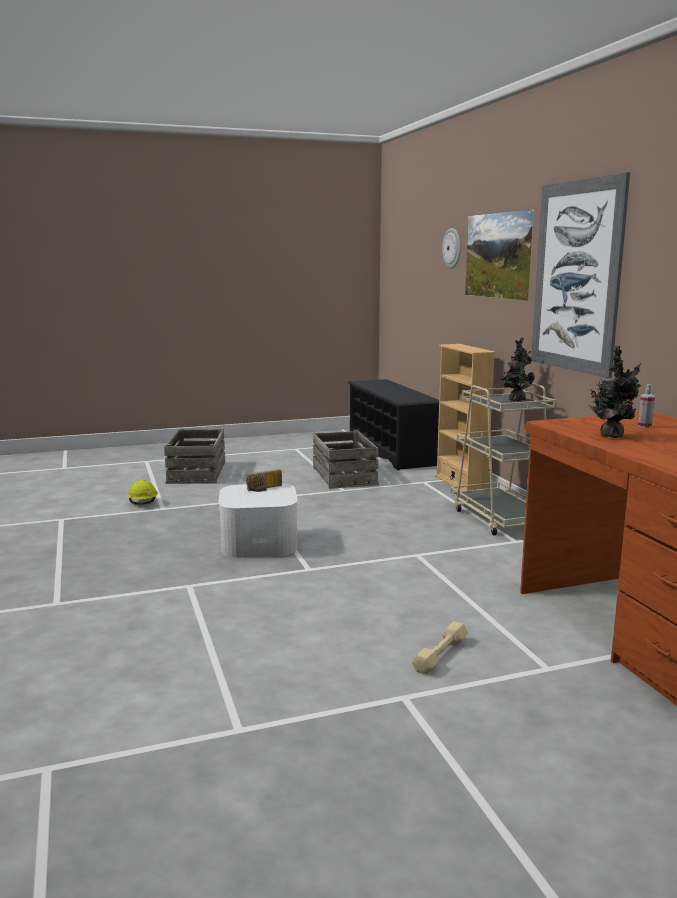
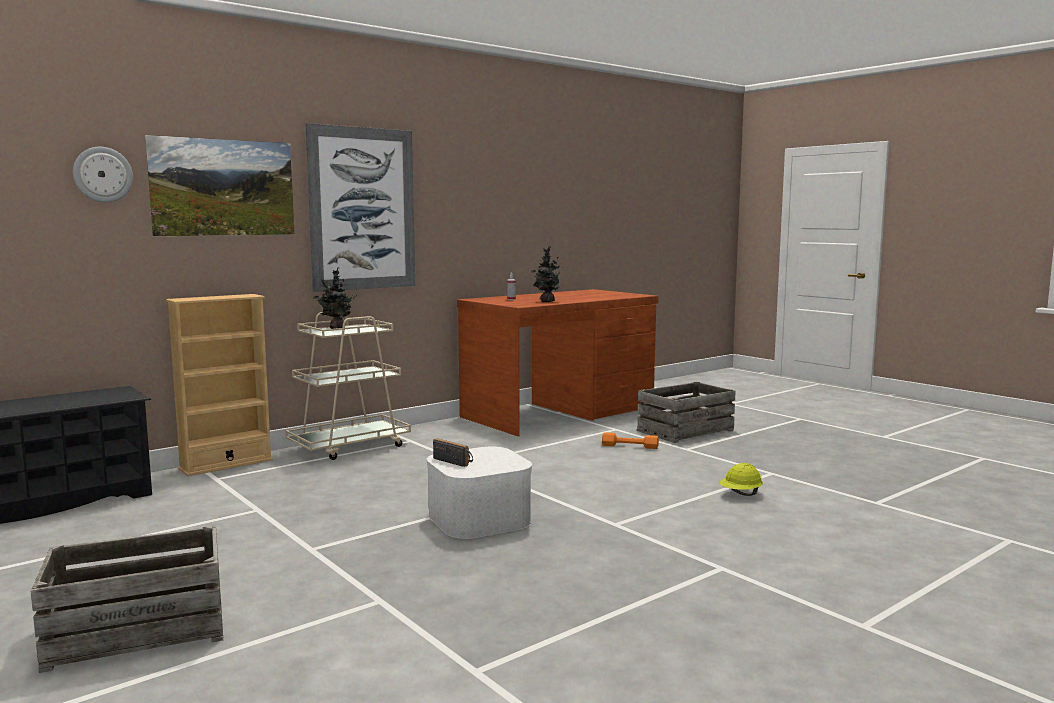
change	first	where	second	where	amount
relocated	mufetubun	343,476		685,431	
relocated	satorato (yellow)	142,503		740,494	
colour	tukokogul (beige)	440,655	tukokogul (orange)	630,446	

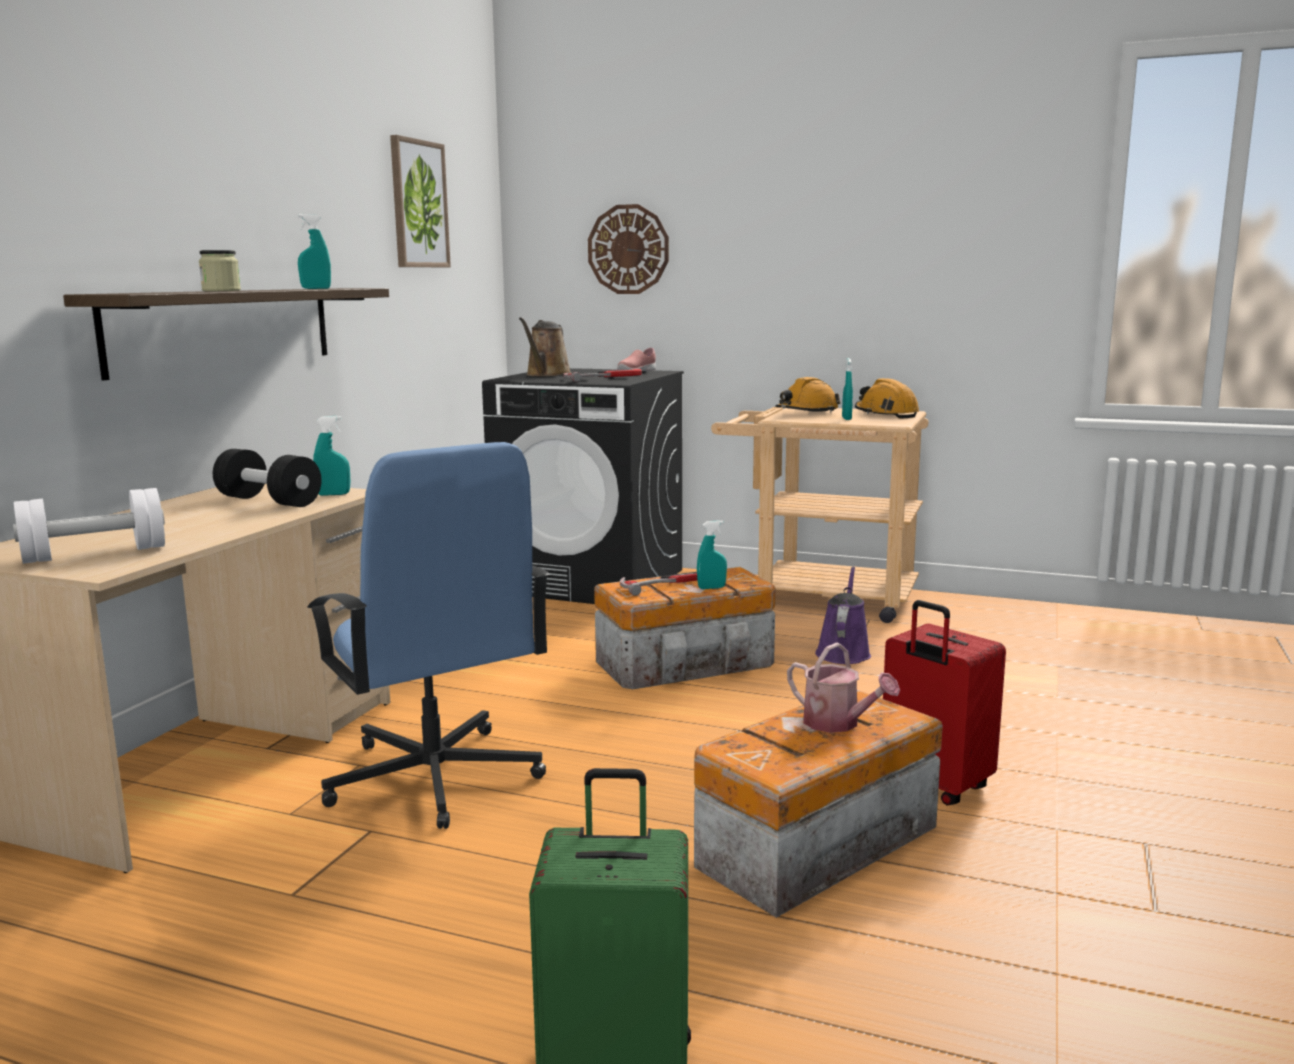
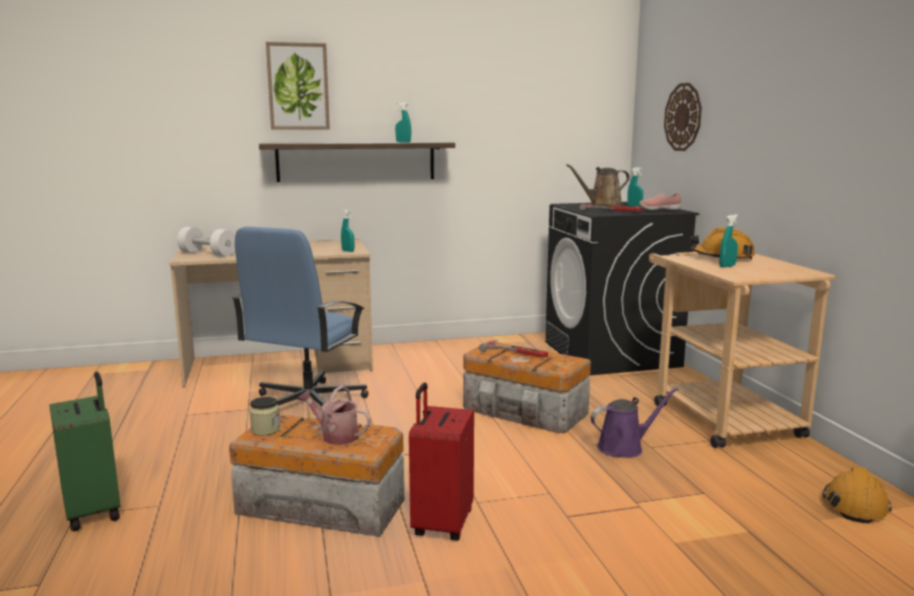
change	first	where	second	where	amount
relocated	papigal	418,204		298,86	
relocated	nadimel	221,290		265,430	
relocated	satorato (orange)	886,414		855,505	
missing	tukokogul (black)	269,501			
relocated	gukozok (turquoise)	711,588		634,206	
spun	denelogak	838,723		335,435	105 degrees clockwise

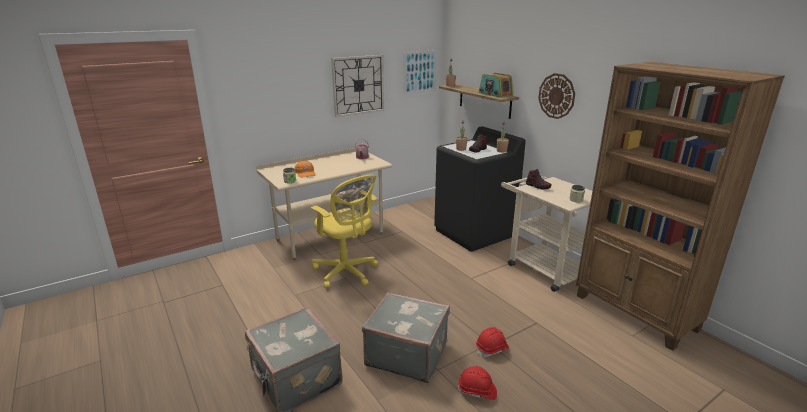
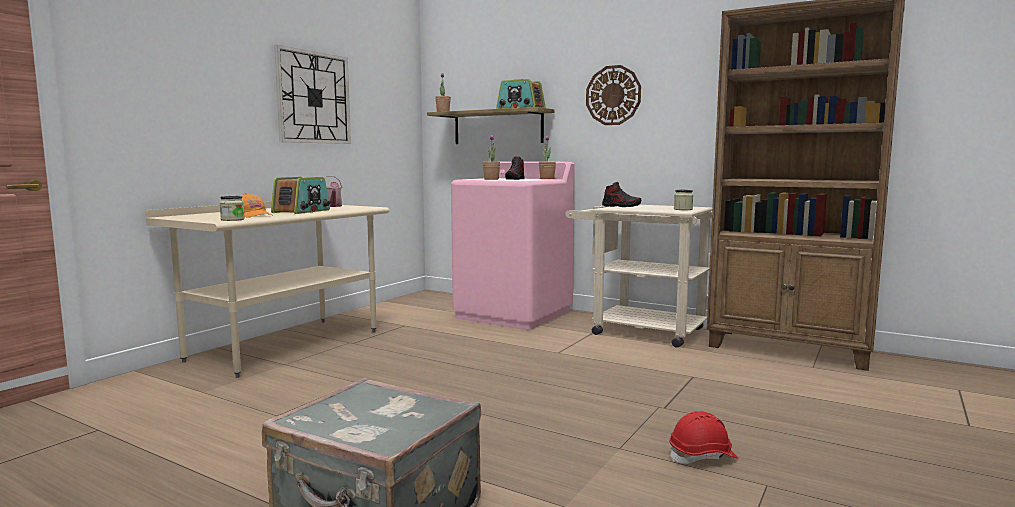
change	first	where	second	where	amount
missing	papigal	419,72			
colour	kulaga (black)	474,233	kulaga (pink)	514,314	
missing	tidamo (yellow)	346,273			
missing	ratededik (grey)	407,354			
missing	satorato (red)	492,349			
appeared			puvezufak	302,211	

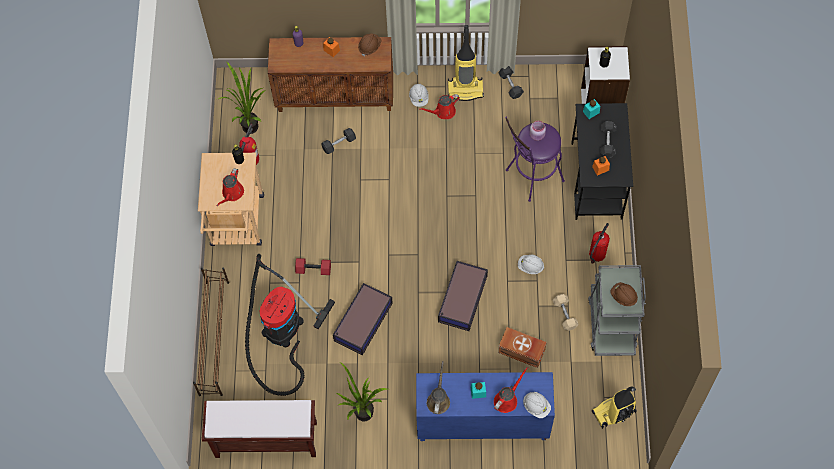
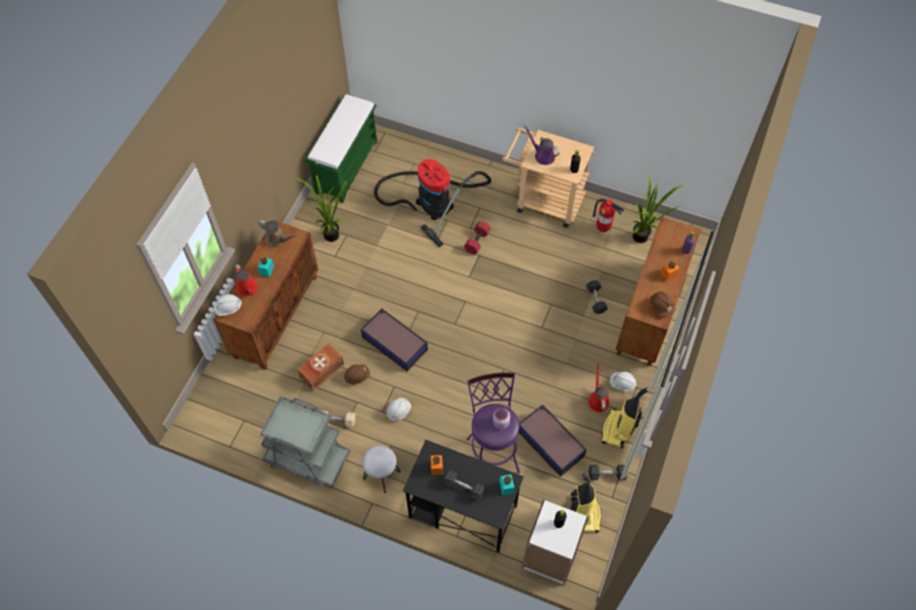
change	first	where	second	where	amount
colour	denelogak (red)	232,193	denelogak (purple)	543,155	
exchanged	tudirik	596,255	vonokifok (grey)	382,475	
missing	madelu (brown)	214,337			
relocated	satorato (brown)	623,297		357,377	
relocated	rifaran	362,322		550,442	
colour	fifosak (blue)	481,423	fifosak (brown)	276,316	
relocated	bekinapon	613,413		584,513	
colour	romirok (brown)	265,440	romirok (green)	346,166	

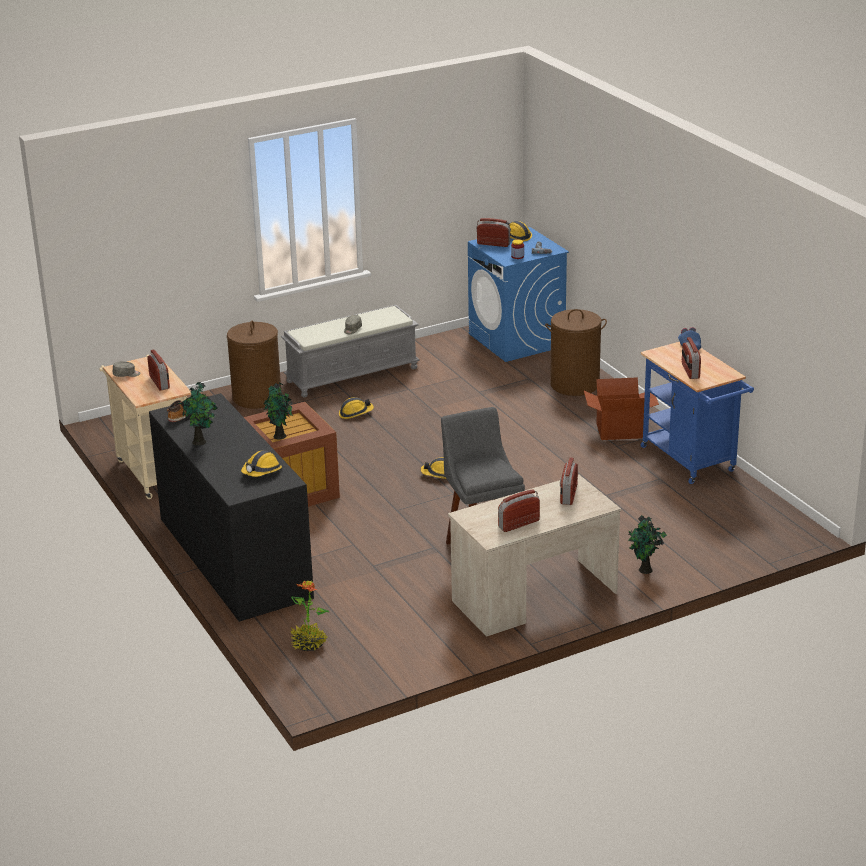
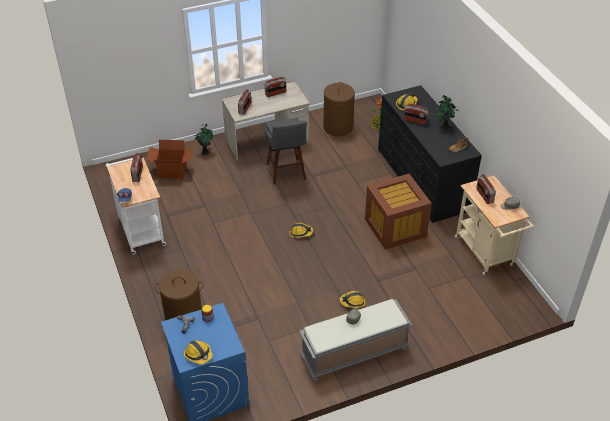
change	first	where	second	where	amount
relocated	puvezufak	493,244		415,121	
relocated	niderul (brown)	257,397		338,127	
colour	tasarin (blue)	691,461	tasarin (white)	140,229	
relocated	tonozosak	619,430		172,171	
missing	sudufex	280,436			

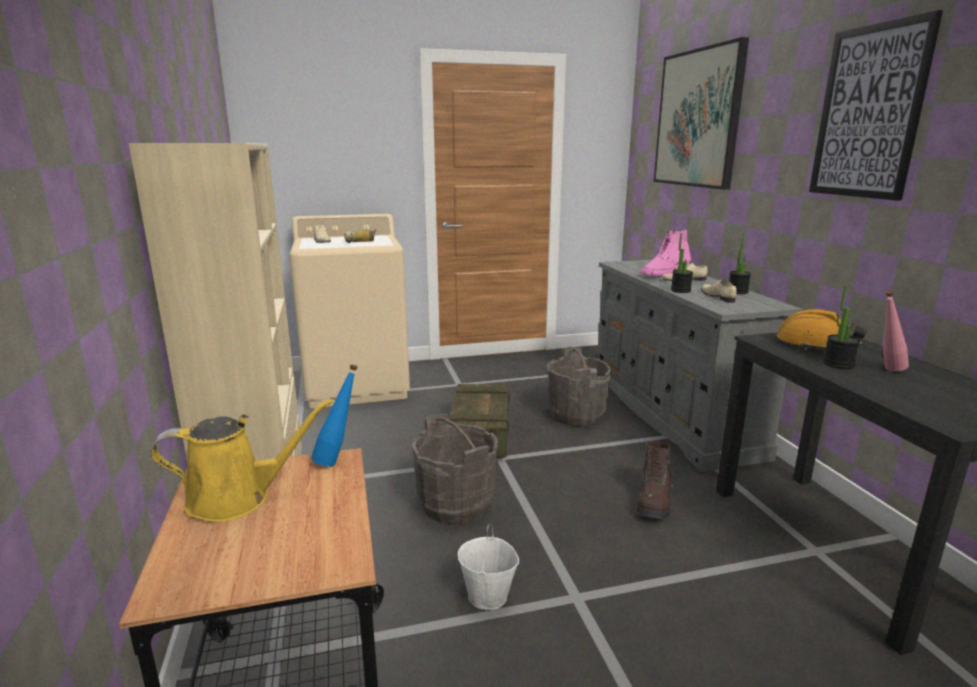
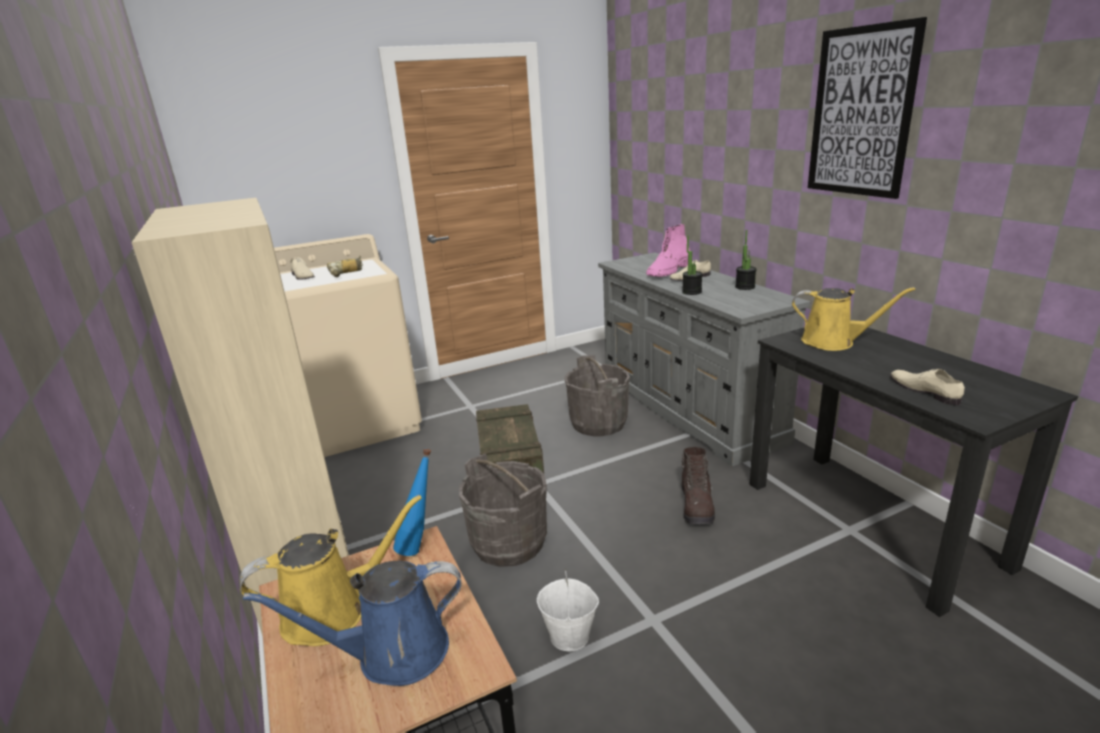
change	first	where	second	where	amount
missing	papigal	698,119			
relocated	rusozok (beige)	718,296		925,390	
missing	sudufex	838,364			
missing	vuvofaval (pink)	886,370			
exchanged	satorato (orange)	816,345	denelogak (yellow)	833,342	
appeared			denelogak (blue)	393,653	

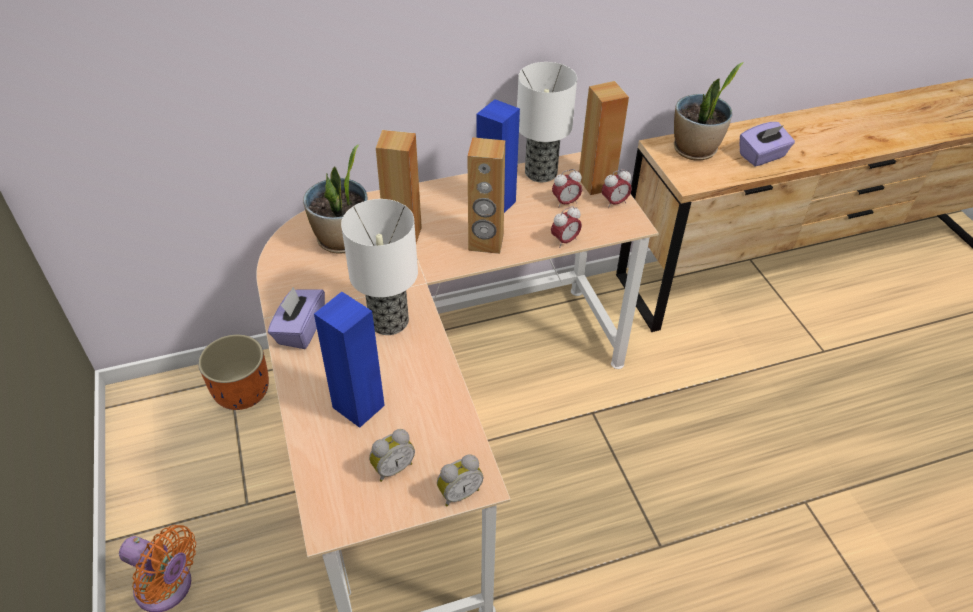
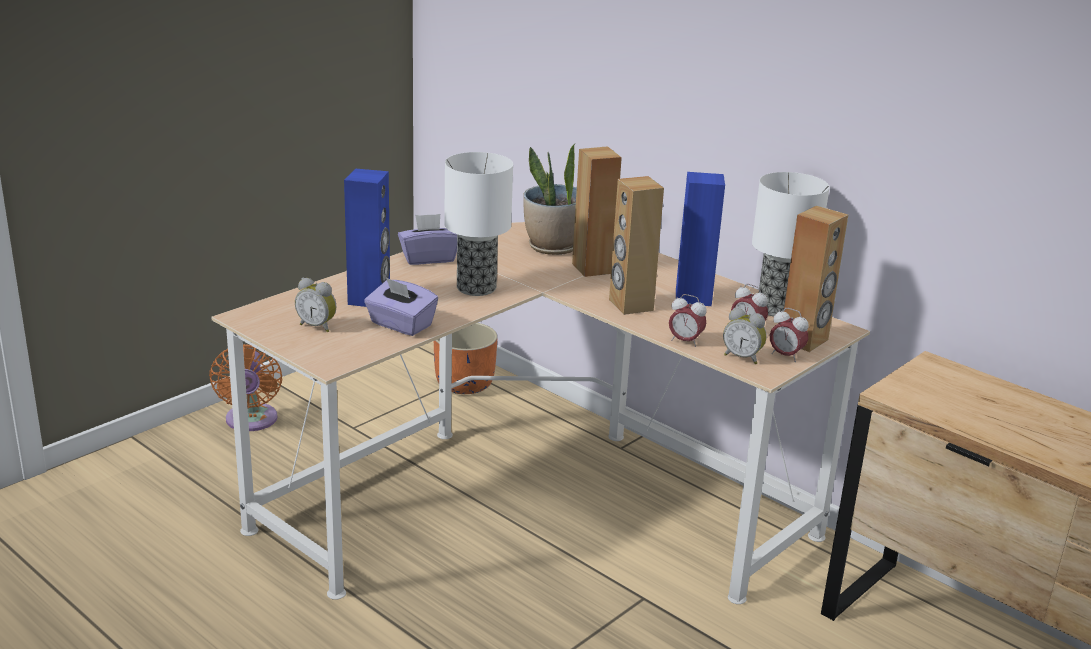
change	first	where	second	where	amount
missing	sudufex	695,150			
relocated	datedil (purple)	762,156		400,325	
relocated	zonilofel	459,492		742,357	

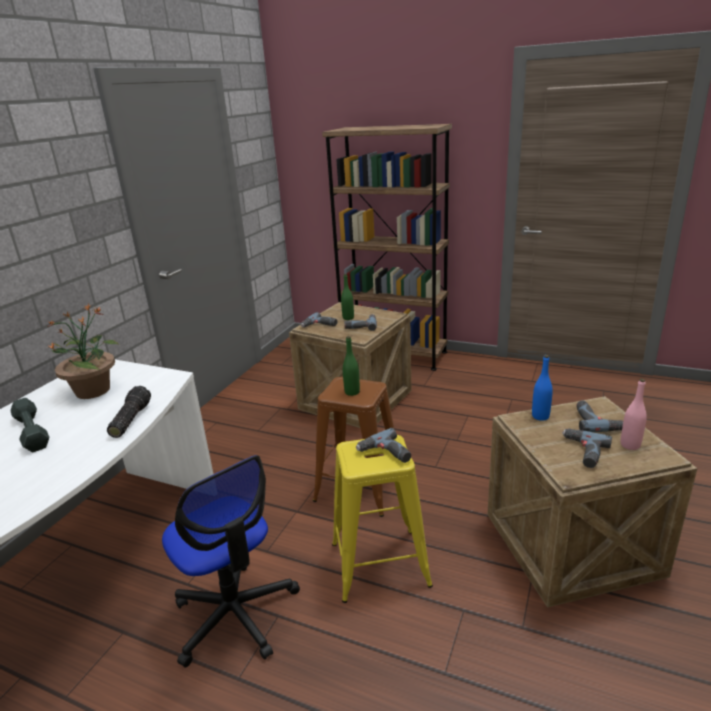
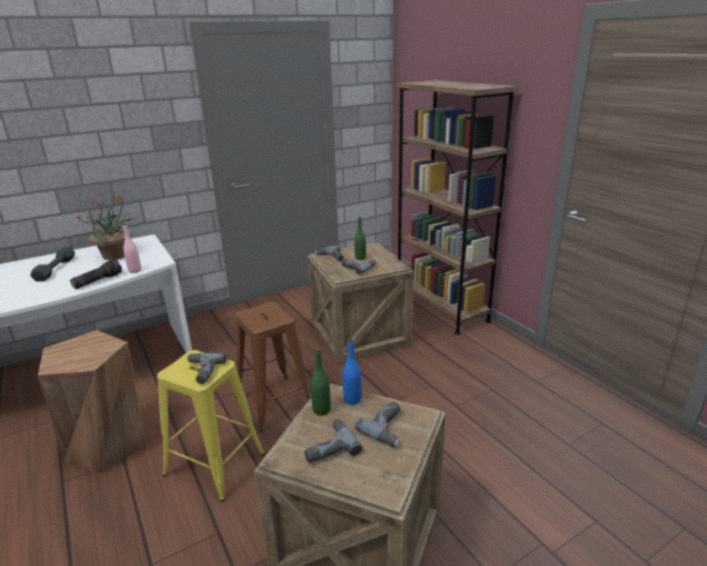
change	first	where	second	where	amount
relocated	vuvofaval (green)	352,392		321,410	
relocated	vuvofaval (pink)	630,445		135,270	
exchanged	tidamo	235,614	vonokifok (brown)	107,444	

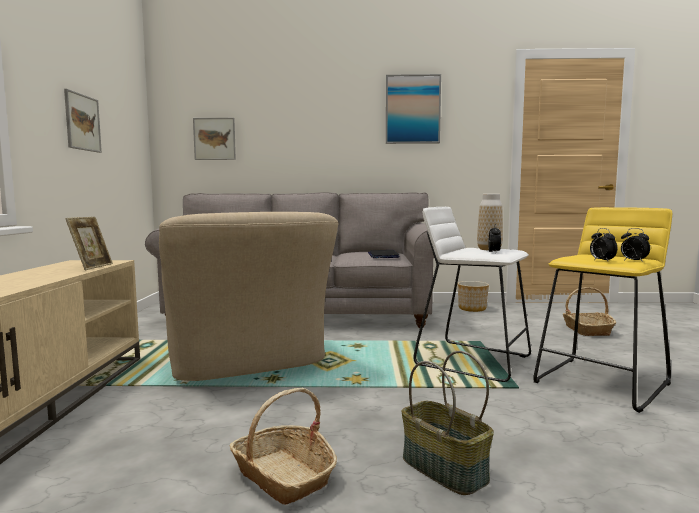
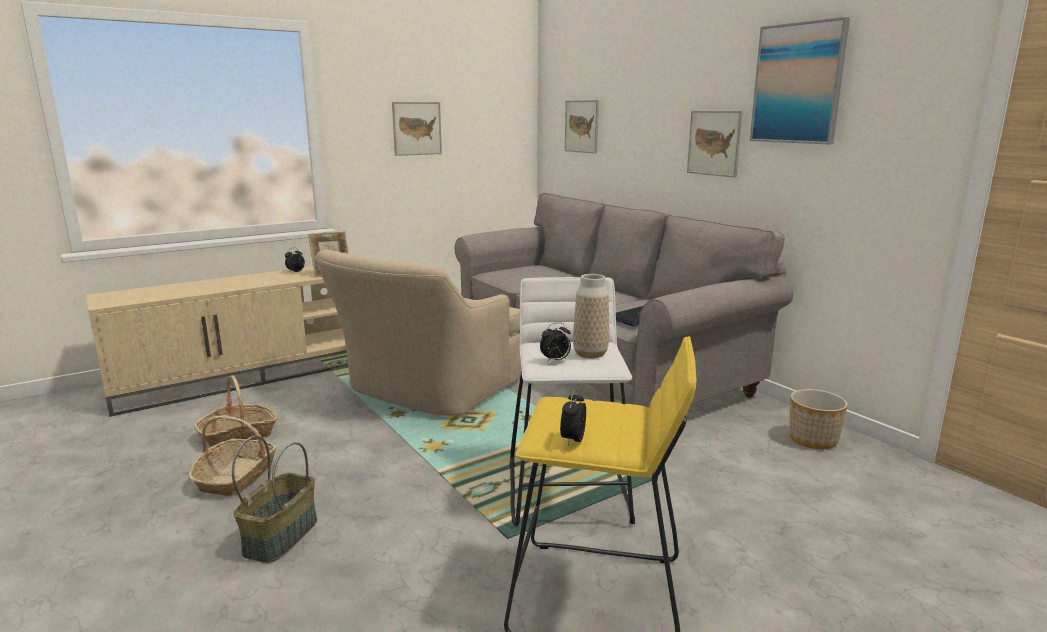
change	first	where	second	where	amount
relocated	zonilofel	601,261		295,272	
relocated	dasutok	587,330		238,435	
appeared			papigal	714,143	

